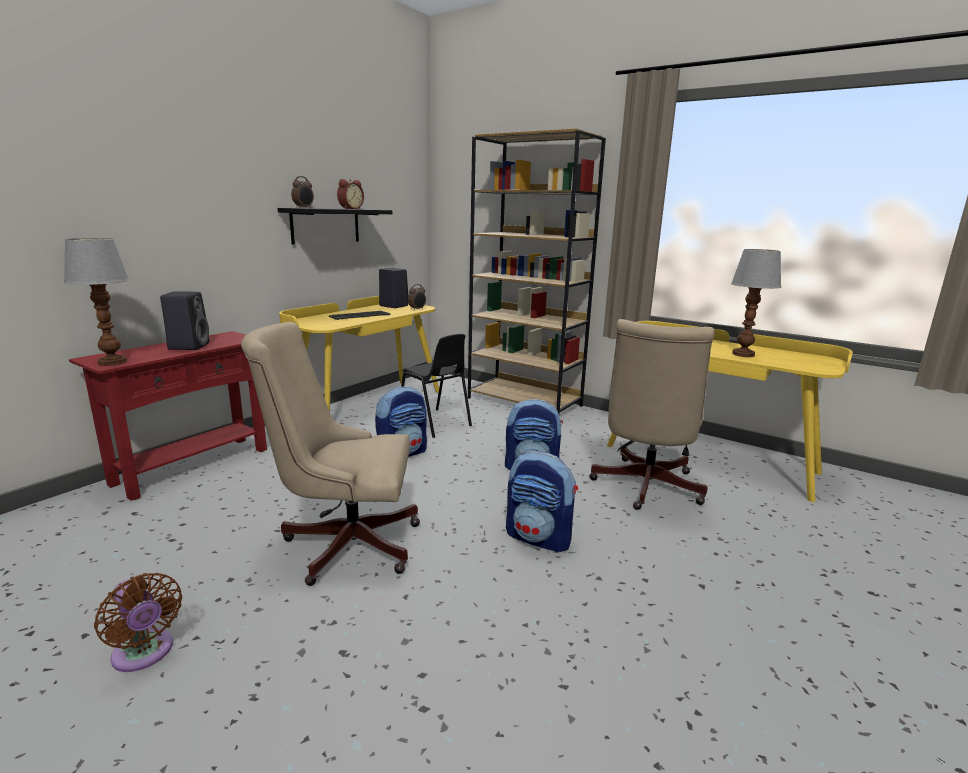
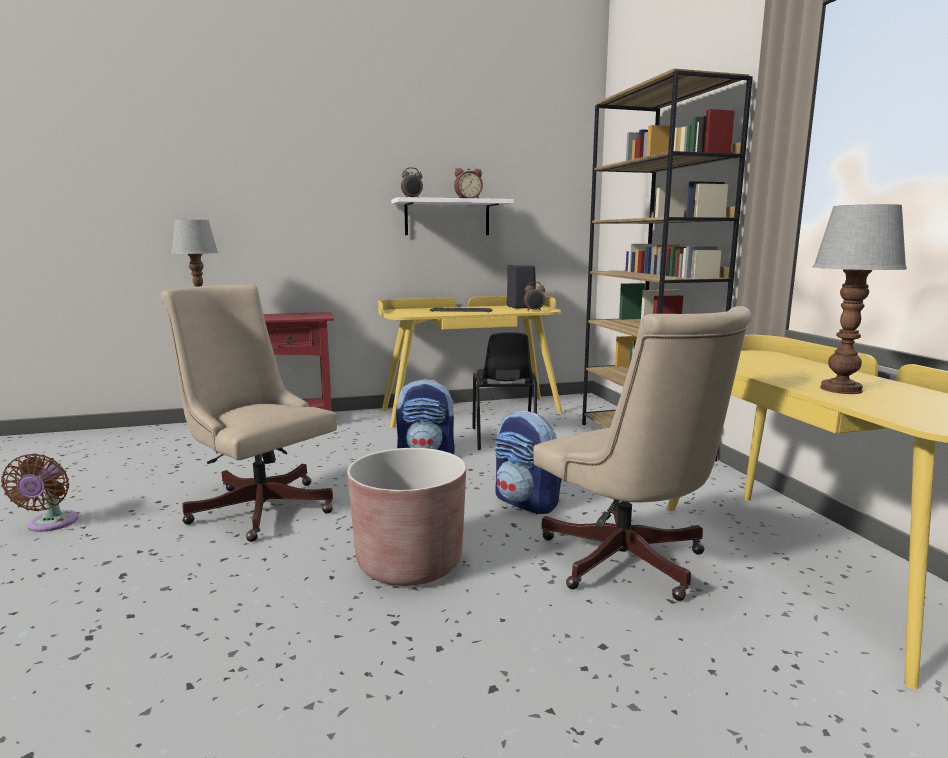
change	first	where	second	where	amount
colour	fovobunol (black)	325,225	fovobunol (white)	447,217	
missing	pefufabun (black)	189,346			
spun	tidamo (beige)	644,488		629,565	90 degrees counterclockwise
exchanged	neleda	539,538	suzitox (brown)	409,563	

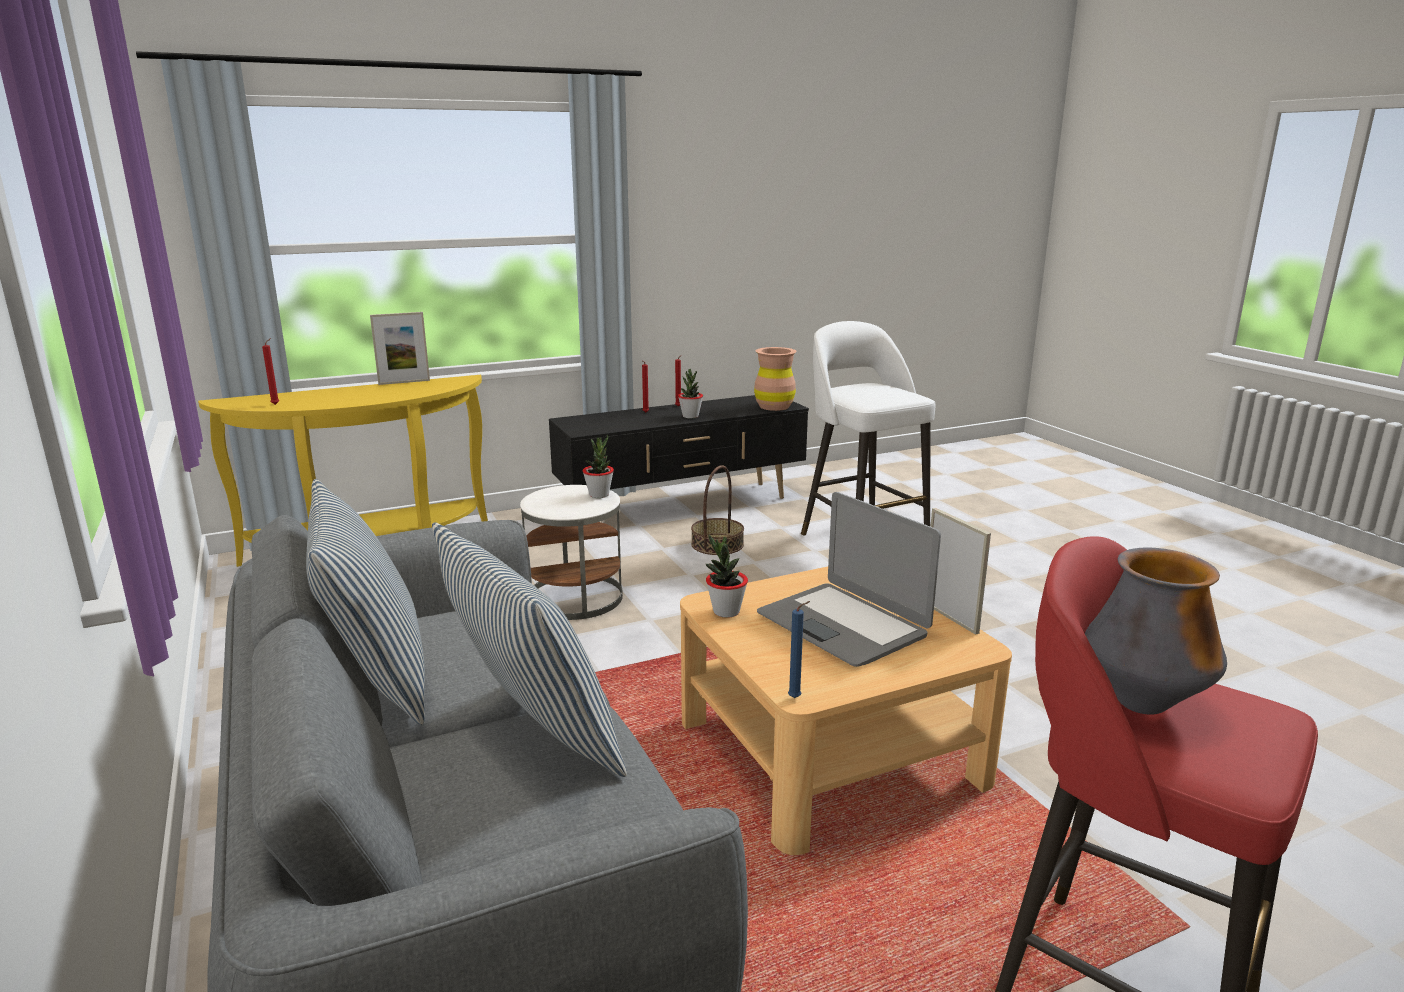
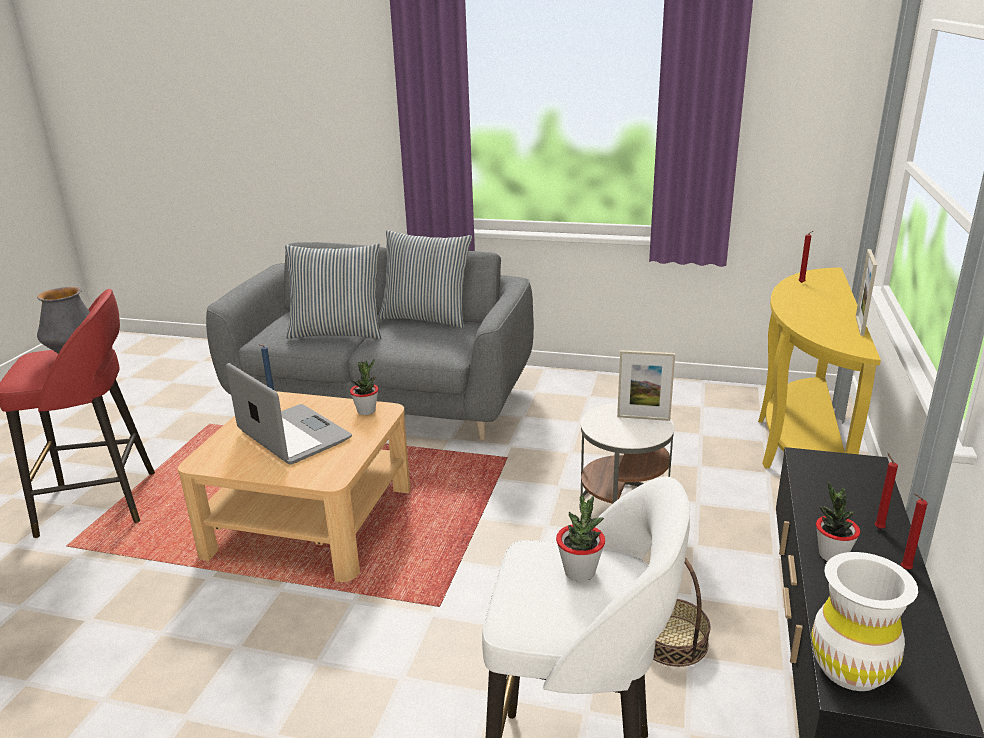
change	first	where	second	where	amount
colour	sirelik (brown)	774,406	sirelik (white)	850,668	
relocated	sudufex	599,495		580,572	
spun	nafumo	843,625		293,436	45 degrees clockwise
relocated	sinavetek	950,617		643,418	

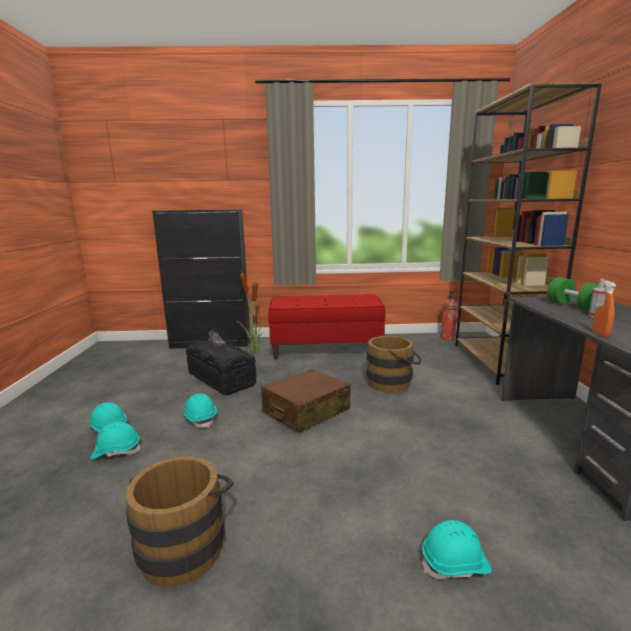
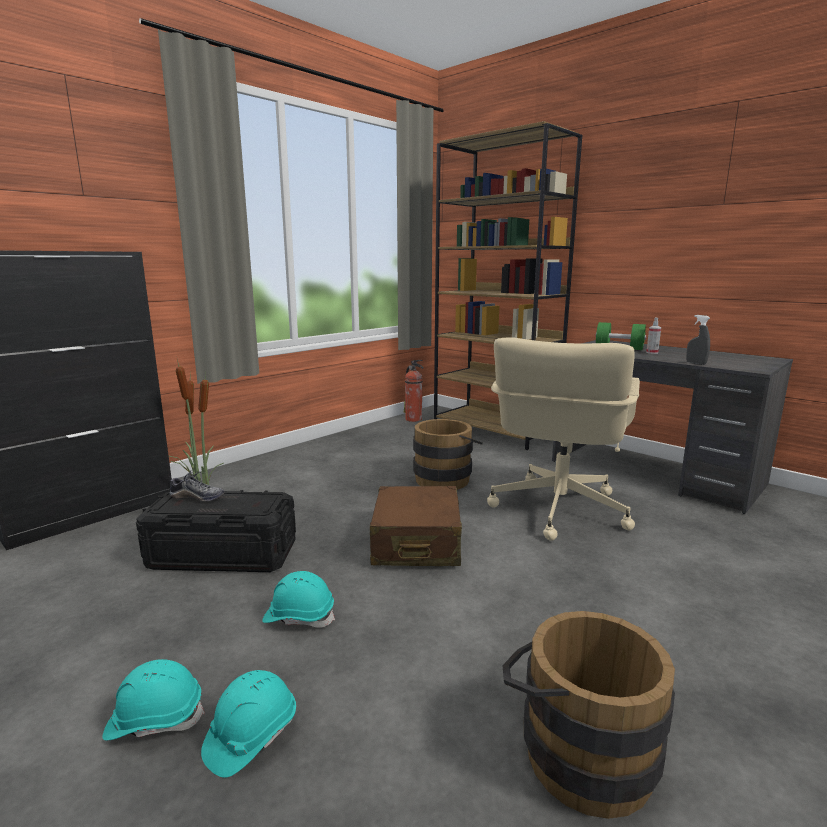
change	first	where	second	where	amount
colour	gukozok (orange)	600,334	gukozok (grey)	696,363	
missing	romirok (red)	326,349			
missing	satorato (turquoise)	455,564			
appeared			tidamo (beige)	557,510	

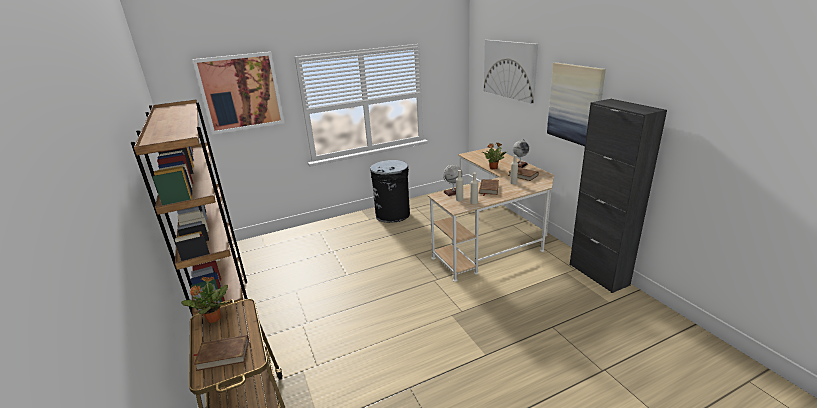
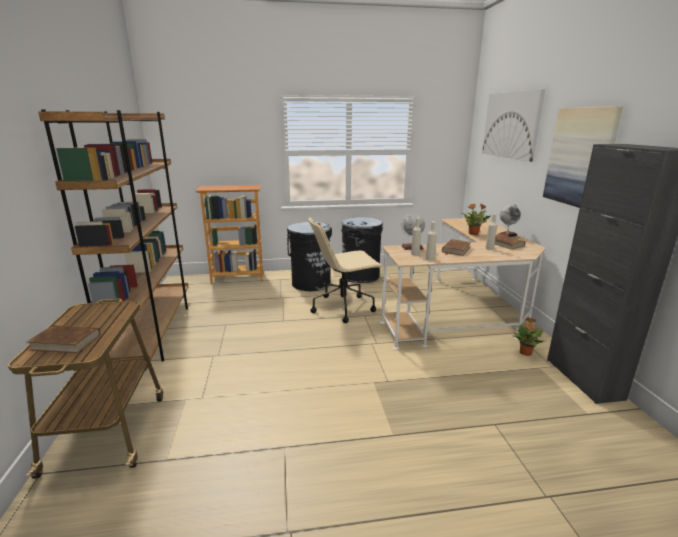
change	first	where	second	where	amount
missing	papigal	241,92			
relocated	sudufex	213,319		525,353	
appeared			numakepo	238,278	
appeared			tidamo (beige)	344,307	
appeared			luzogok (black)	311,283	

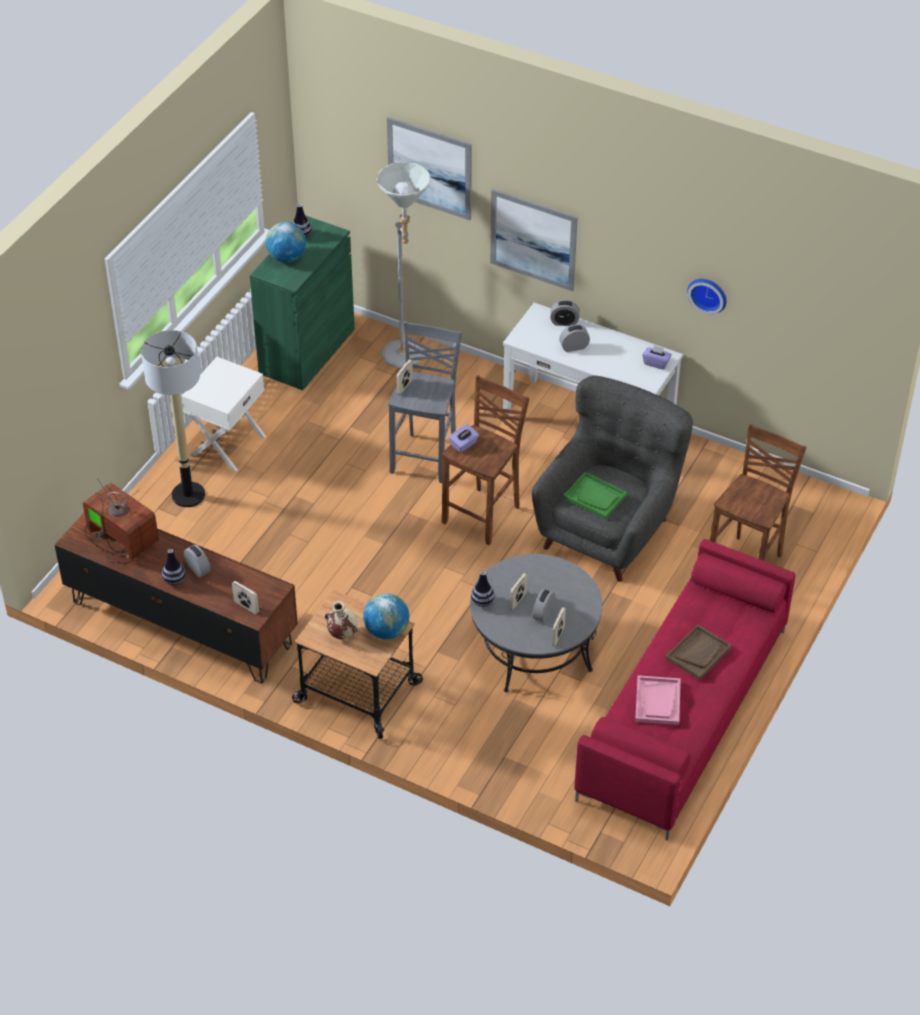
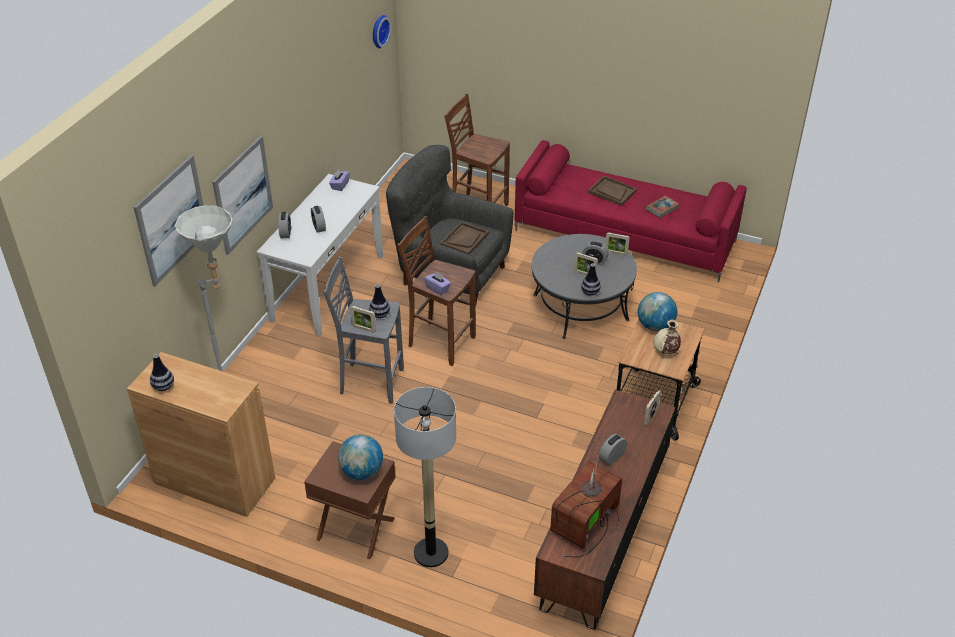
change	first	where	second	where	amount
colour	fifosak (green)	307,351	fifosak (brown)	215,481	
relocated	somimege	286,257		362,471	
relocated	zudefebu	708,294		378,31	
colour	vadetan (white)	228,444	vadetan (brown)	355,529	
colour	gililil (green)	595,497	gililil (brown)	464,239	
relocated	sirelik	174,580		380,315	
exchanged	gililil (pink)	658,701	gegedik	662,208	

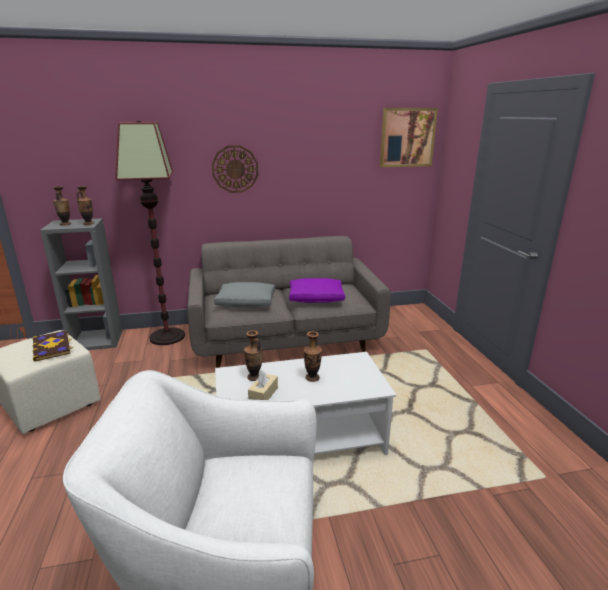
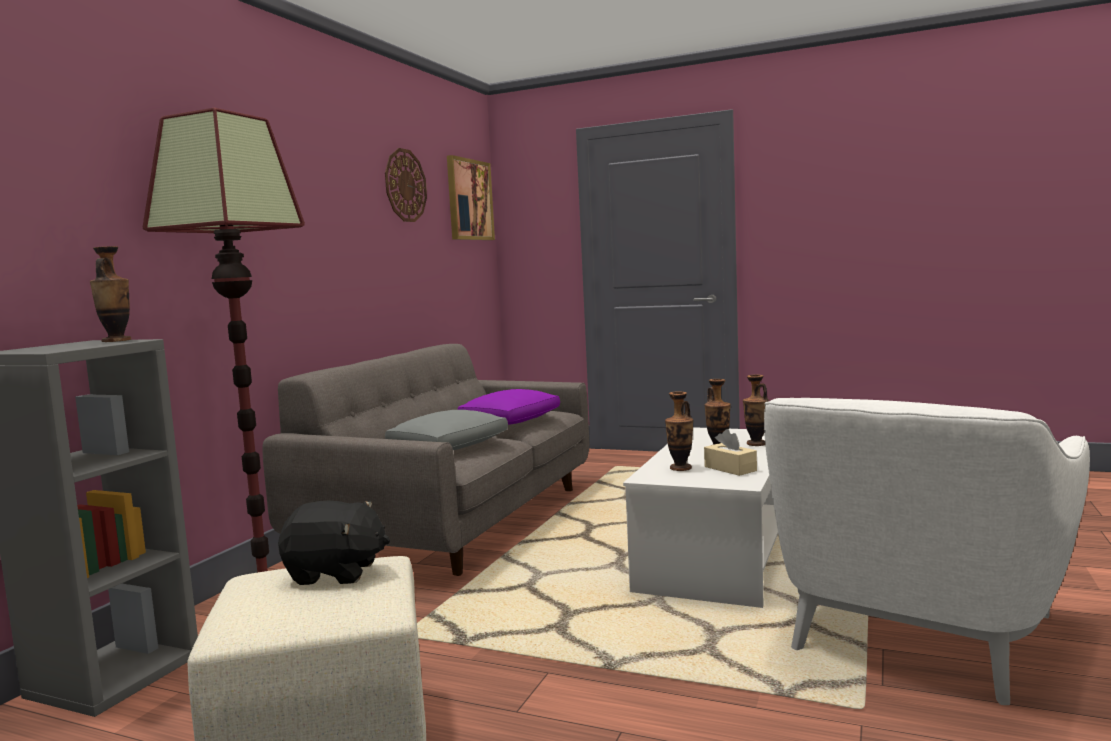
change	first	where	second	where	amount
relocated	zudefebu	235,169		405,185	
relocated	sirelik	65,224		756,444	
exchanged	gegedik	52,347	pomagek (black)	335,573	

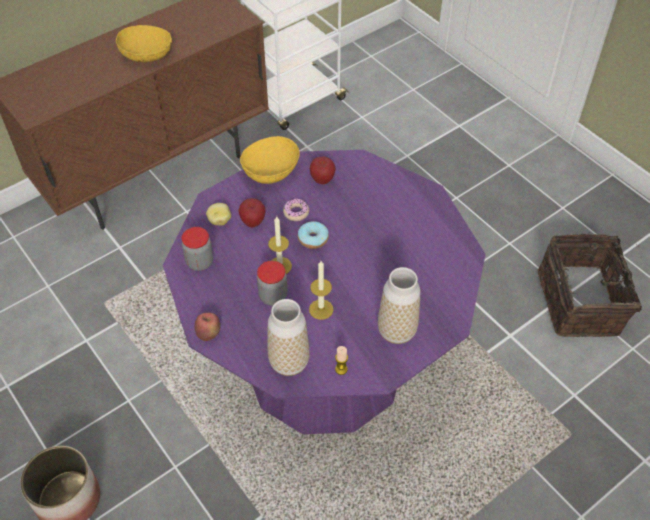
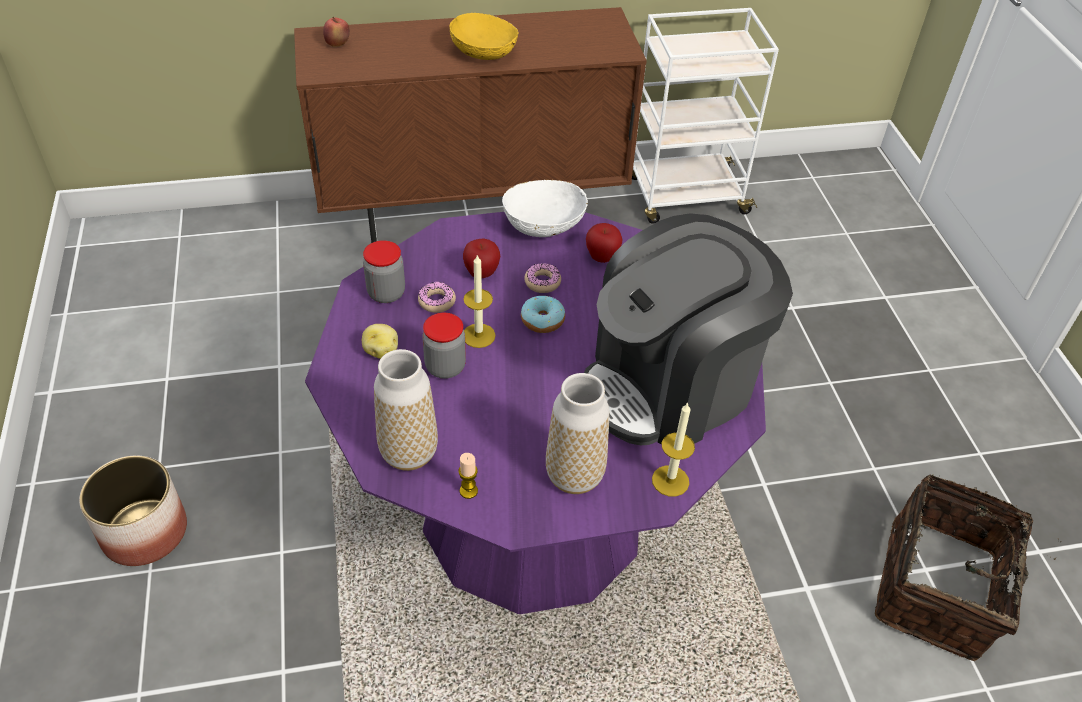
change	first	where	second	where	amount
colour	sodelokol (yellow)	271,172	sodelokol (white)	543,225	
relocated	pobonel	219,220		381,350	
relocated	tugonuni	321,309		670,481	
relocated	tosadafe	209,334		338,44	
appeared			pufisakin	671,386	
appeared			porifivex	437,301	

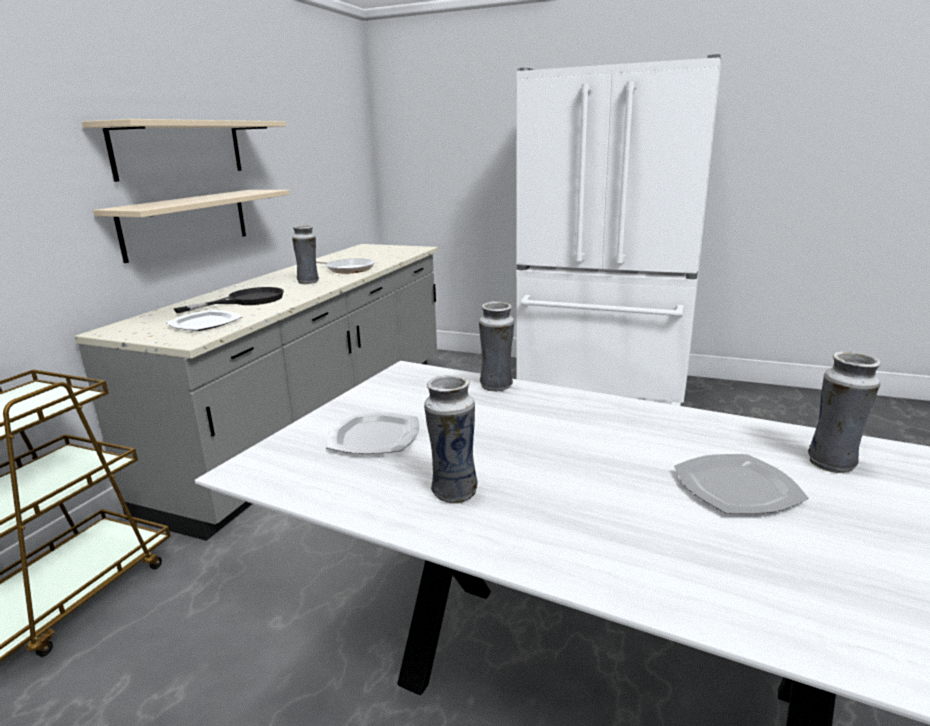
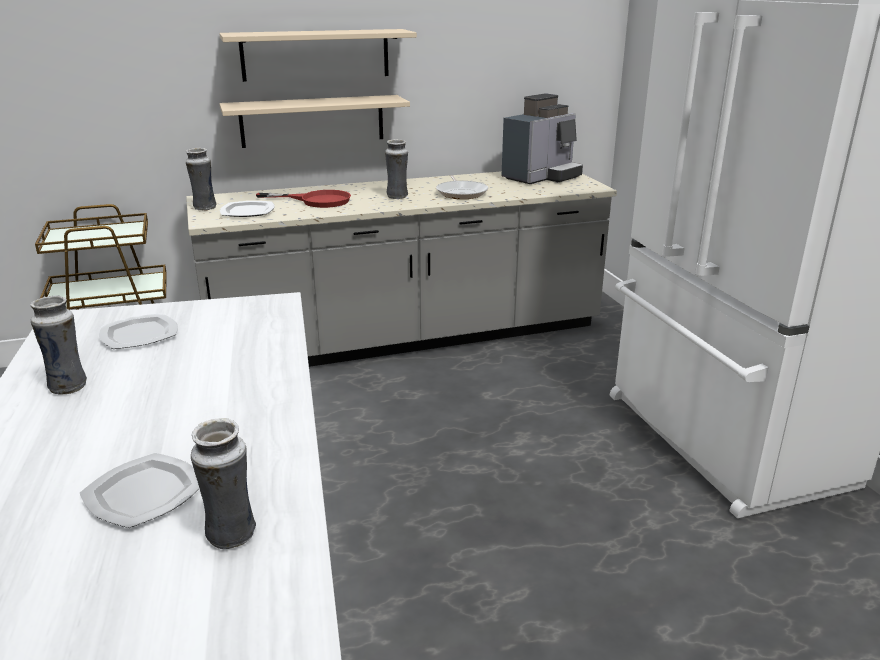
change	first	where	second	where	amount
colour	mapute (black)	246,301	mapute (red)	316,200	
relocated	sirelik	497,387		204,208	
appeared			pufisakin	542,177	

